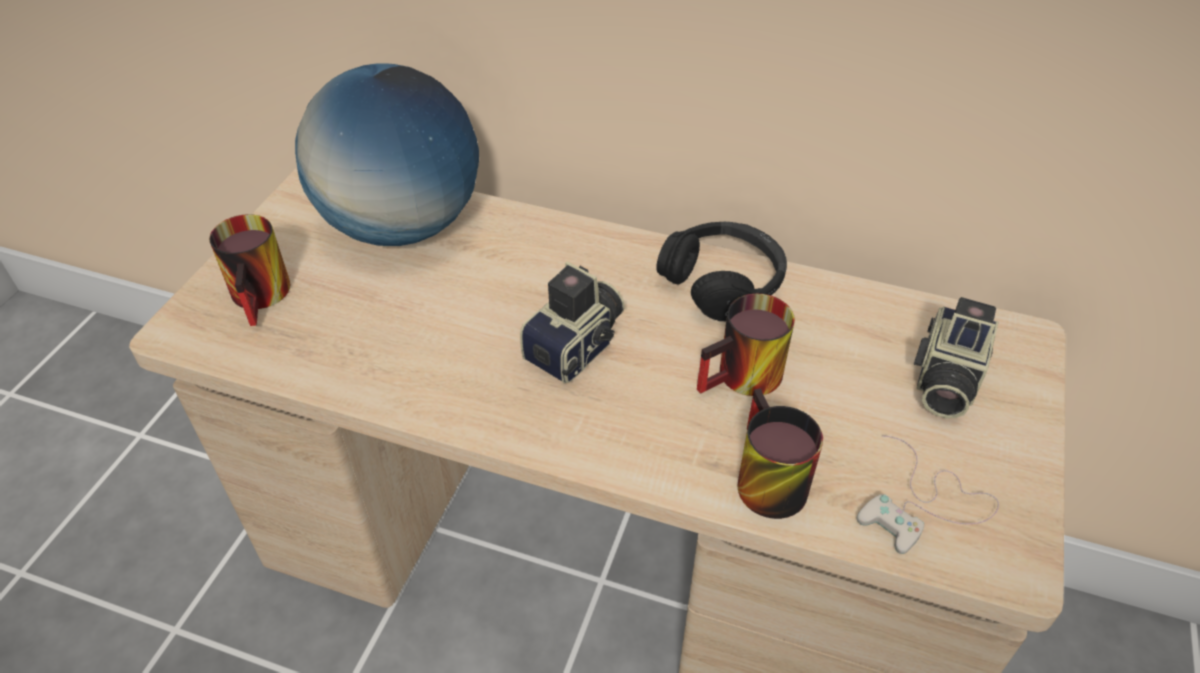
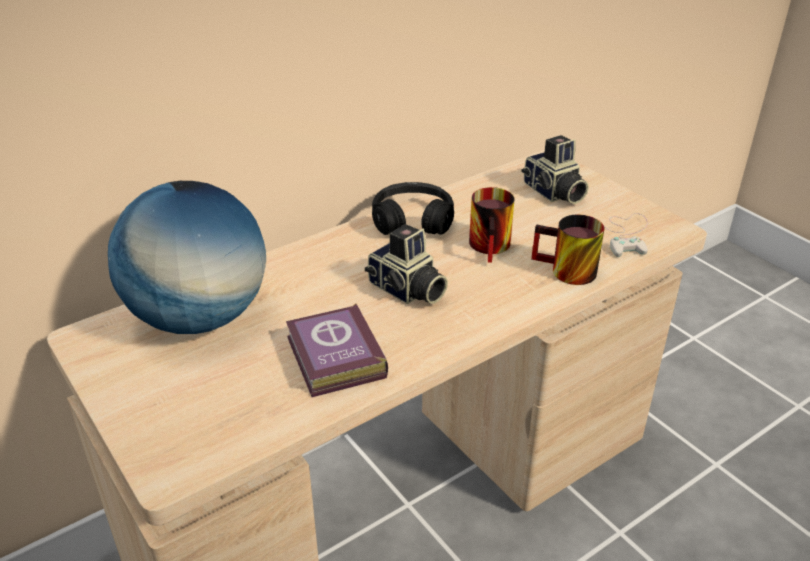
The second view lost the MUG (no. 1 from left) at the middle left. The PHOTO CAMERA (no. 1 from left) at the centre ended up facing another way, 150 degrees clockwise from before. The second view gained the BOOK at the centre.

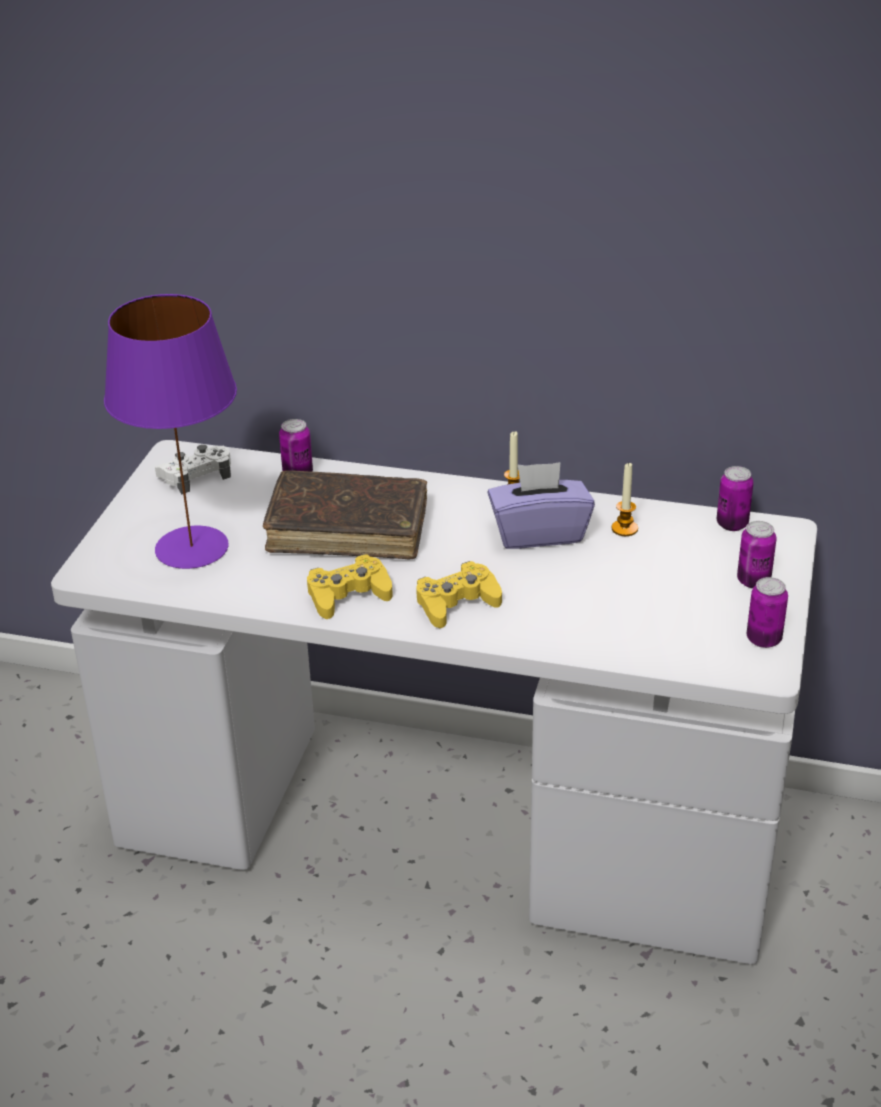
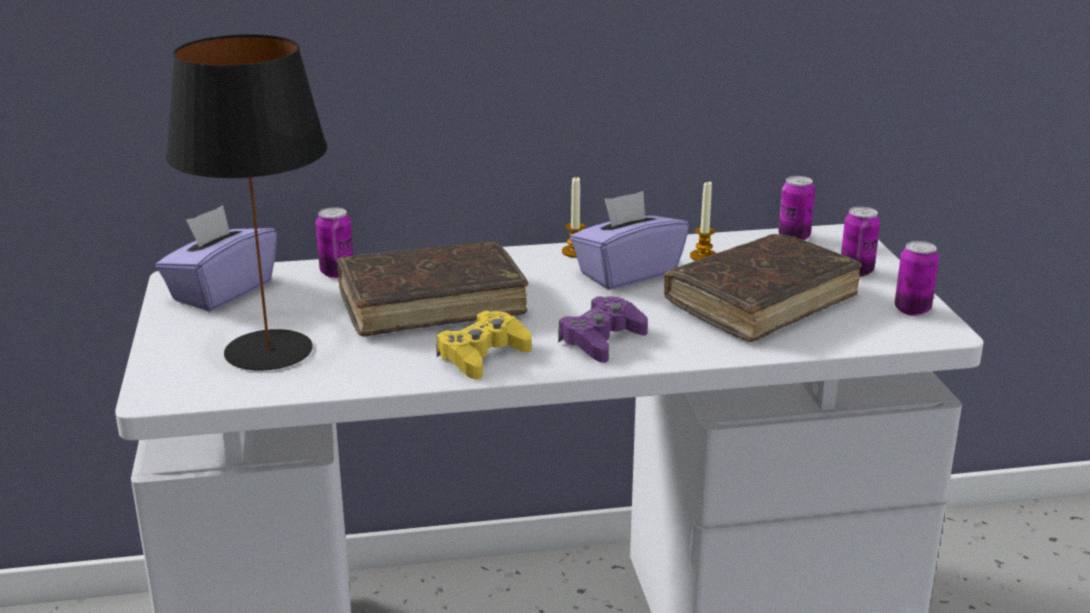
What was the PURPLE TABLE LAMP at the middle left turned into the BLACK TABLE LAMP at the top left. Where the WHITE GAME CONTROLLER stood at the middle left, the PURPLE TISSUE BOX (no. 1 from left) came to stand at the middle left. What was the YELLOW GAME CONTROLLER (no. 2 from left) at the centre turned into the PURPLE GAME CONTROLLER at the centre. The second view gained the BROWN BOOK (no. 2 from left) at the middle right.

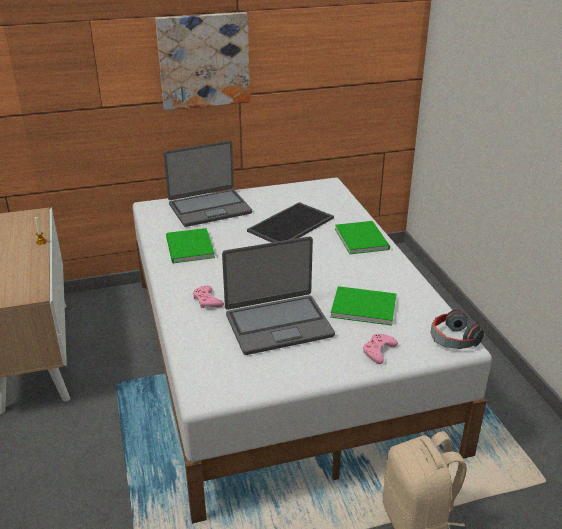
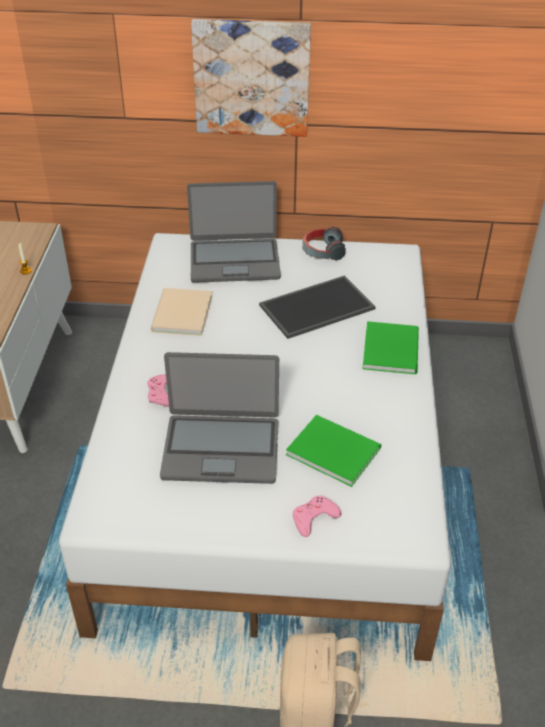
What was the GREEN BOOK (no. 1 from left) at the centre turned into the BEIGE BOOK at the middle left. The HEADPHONES ended up elsewhere, having gone from the middle right to the centre.

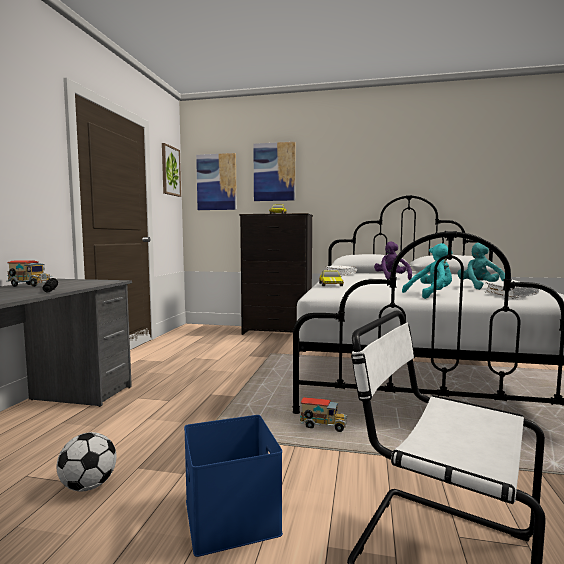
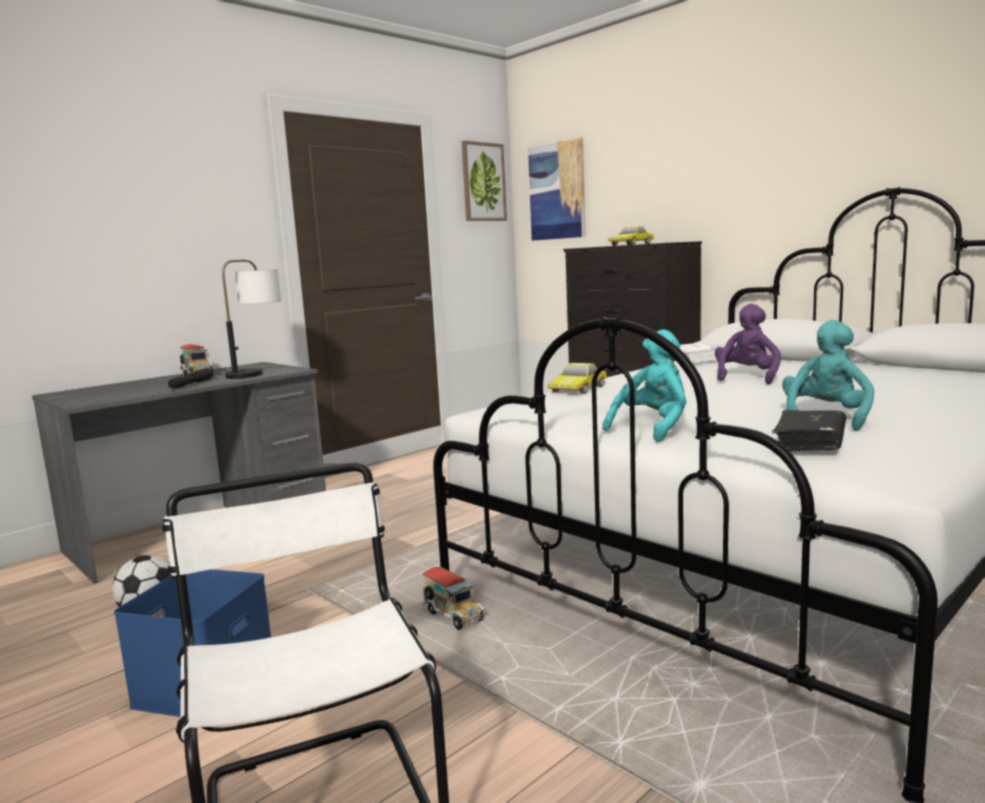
The second view lost the PICTURE (no. 3 from left) at the top centre. The TURQUOISE PLUSH TOY (no. 1 from left) at the middle right ended up facing another way, 60 degrees counterclockwise from before. What was the WHITE BOOK (no. 2 from left) at the middle right turned into the BLACK BOOK at the middle right. The second view gained the TABLE LAMP at the middle left.

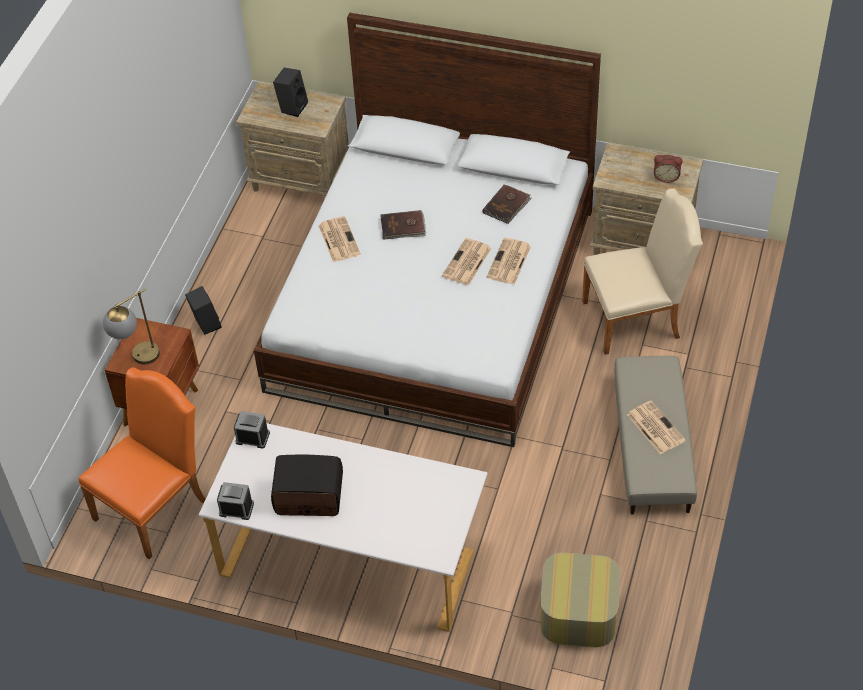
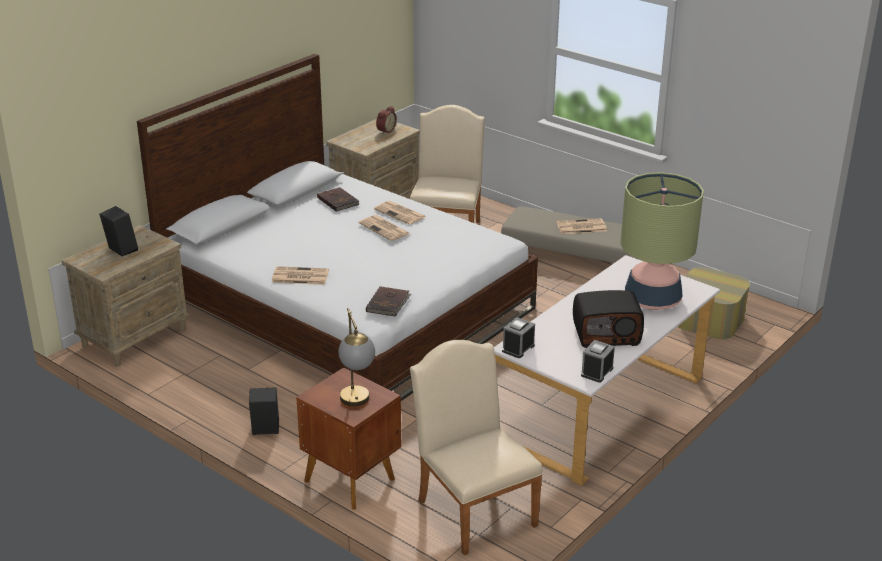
The BROWN BOOK (no. 1 from left in the first image) ended up elsewhere, having gone from the top centre to the centre. What was the ORANGE CHAIR at the bottom left turned into the BEIGE CHAIR (no. 2 from left) at the bottom centre. The RADIO at the bottom centre ended up facing another way, 120 degrees counterclockwise from before. The second view gained the TABLE LAMP (no. 2 from left) at the middle right.

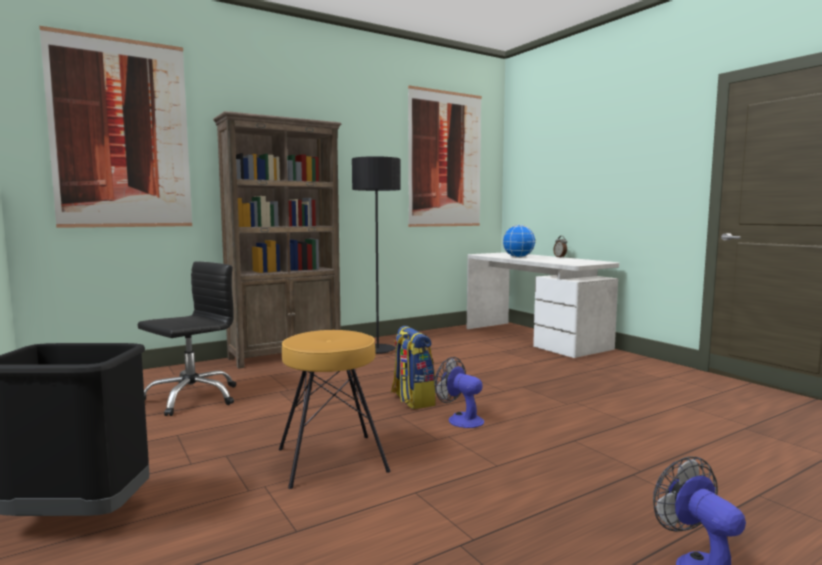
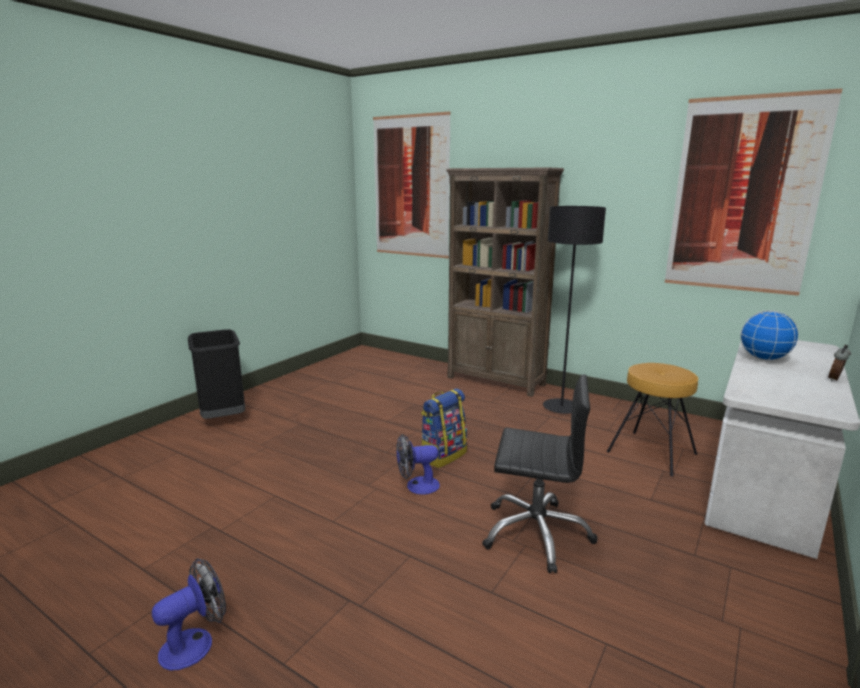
The BLACK OFFICE CHAIR ended up elsewhere, having gone from the middle left to the bottom centre. The BROWN STOOL ended up elsewhere, having gone from the bottom centre to the middle right. The FAN (no. 1 from left in the first image) at the bottom centre ended up facing another way, 120 degrees counterclockwise from before.

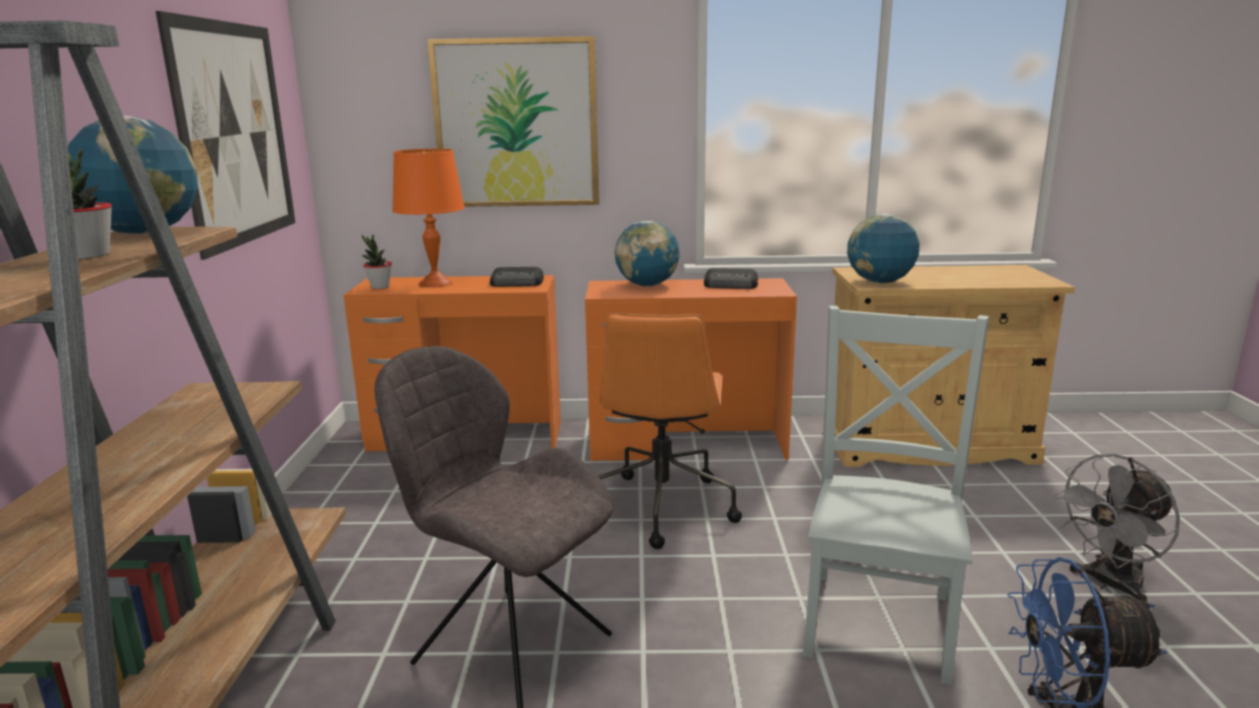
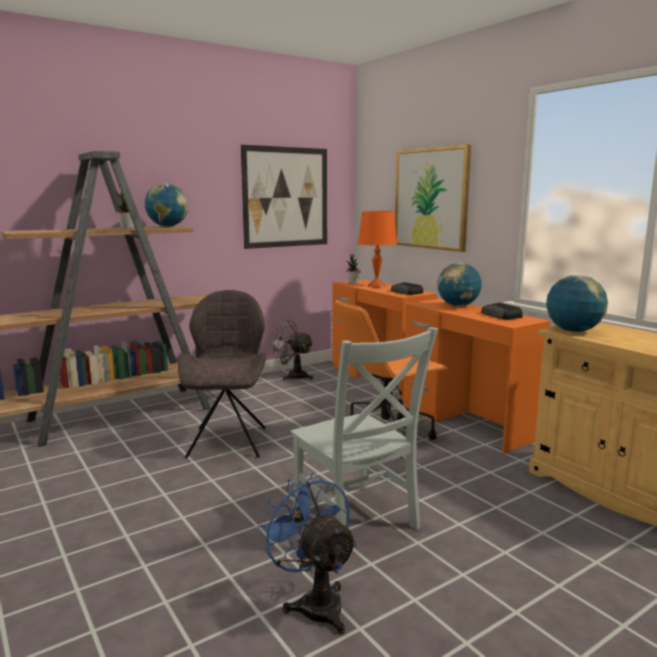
The GREY CHAIR (no. 2 from left) at the bottom right ended up facing another way, 75 degrees clockwise from before. The GREY FAN ended up elsewhere, having gone from the bottom right to the centre.

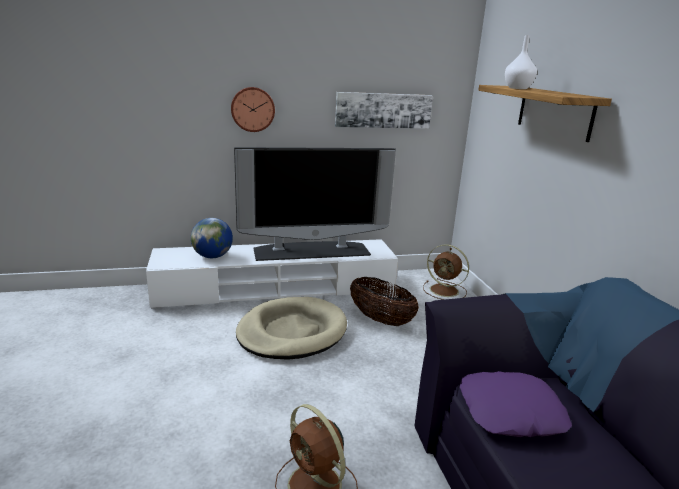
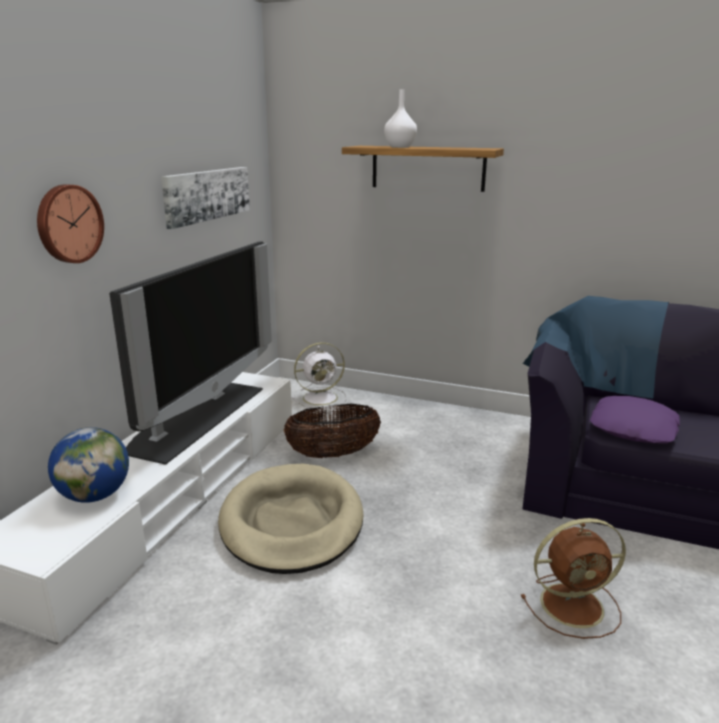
What was the BROWN FAN (no. 2 from left) at the centre turned into the WHITE FAN at the centre.

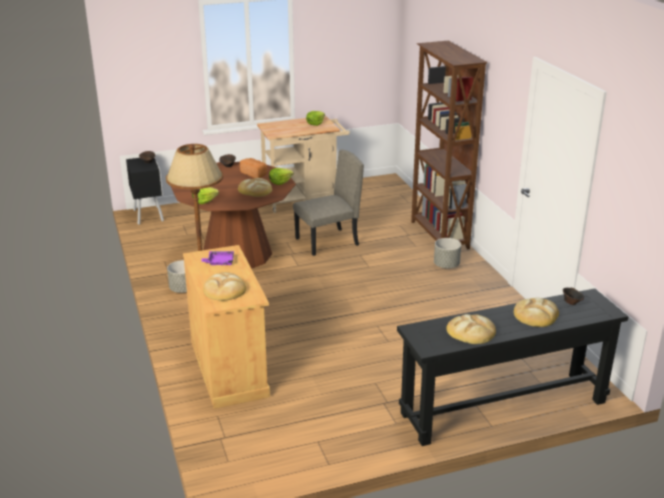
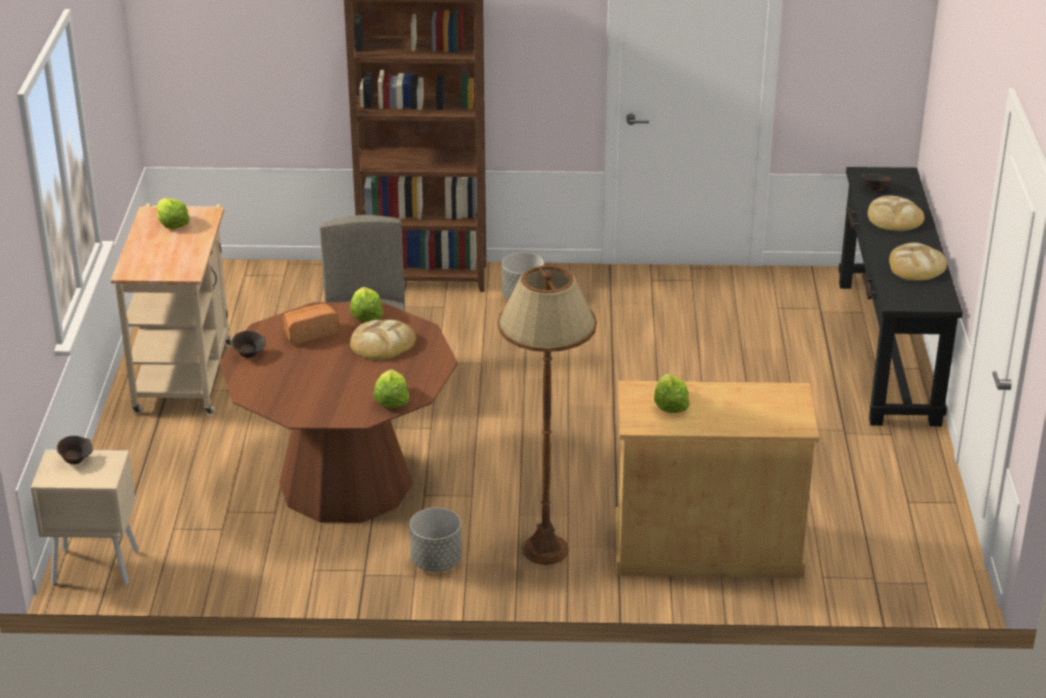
What was the BLACK NIGHTSTAND at the middle left turned into the BEIGE NIGHTSTAND at the bottom left. Where the PURPLE TRAY stood at the middle left, the LETTUCE (no. 4 from left) came to stand at the centre. The second view lost the BREAD (no. 1 from left) at the centre.

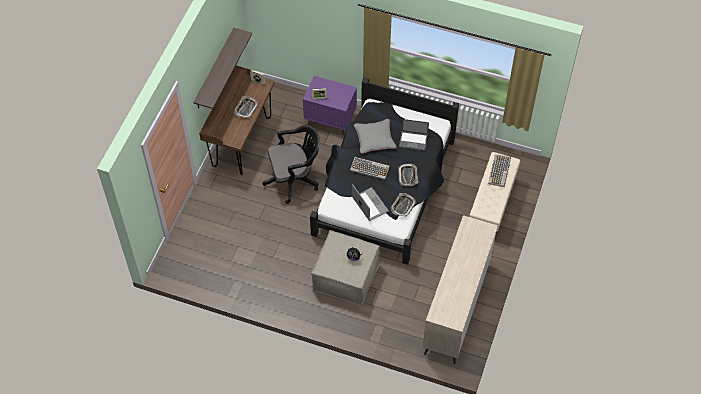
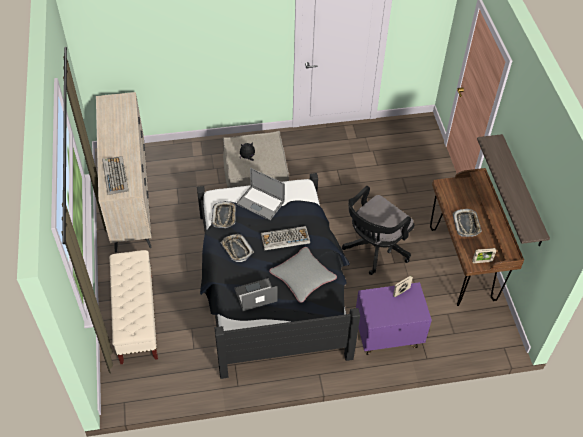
The KEYBOARD (no. 2 from left in the first image) ended up elsewhere, having gone from the middle right to the middle left.

